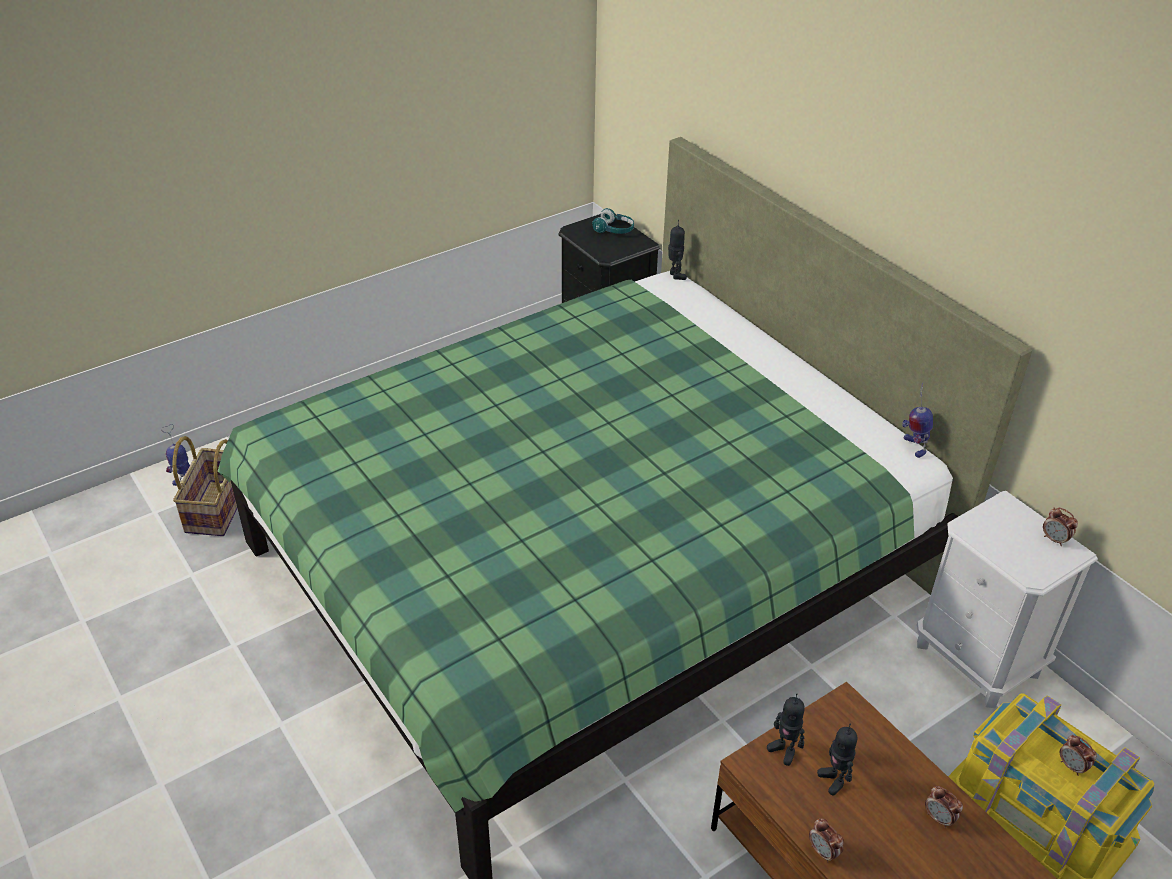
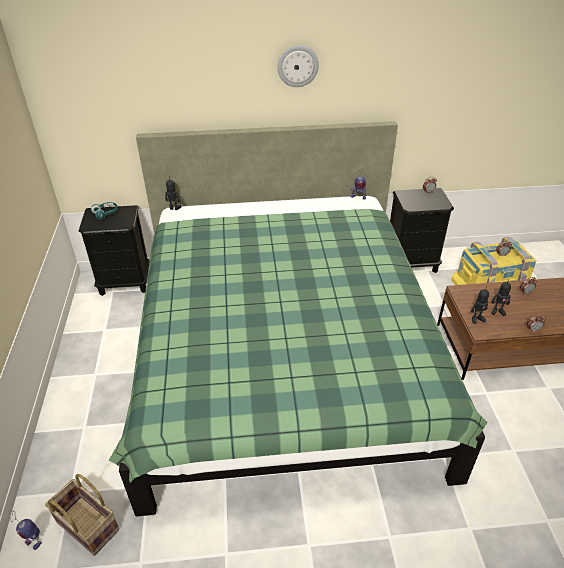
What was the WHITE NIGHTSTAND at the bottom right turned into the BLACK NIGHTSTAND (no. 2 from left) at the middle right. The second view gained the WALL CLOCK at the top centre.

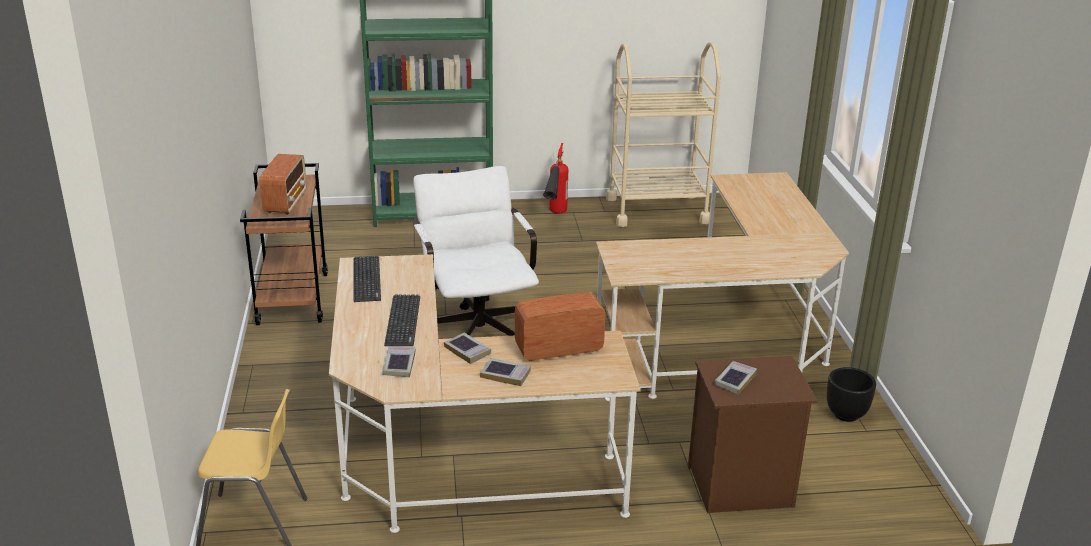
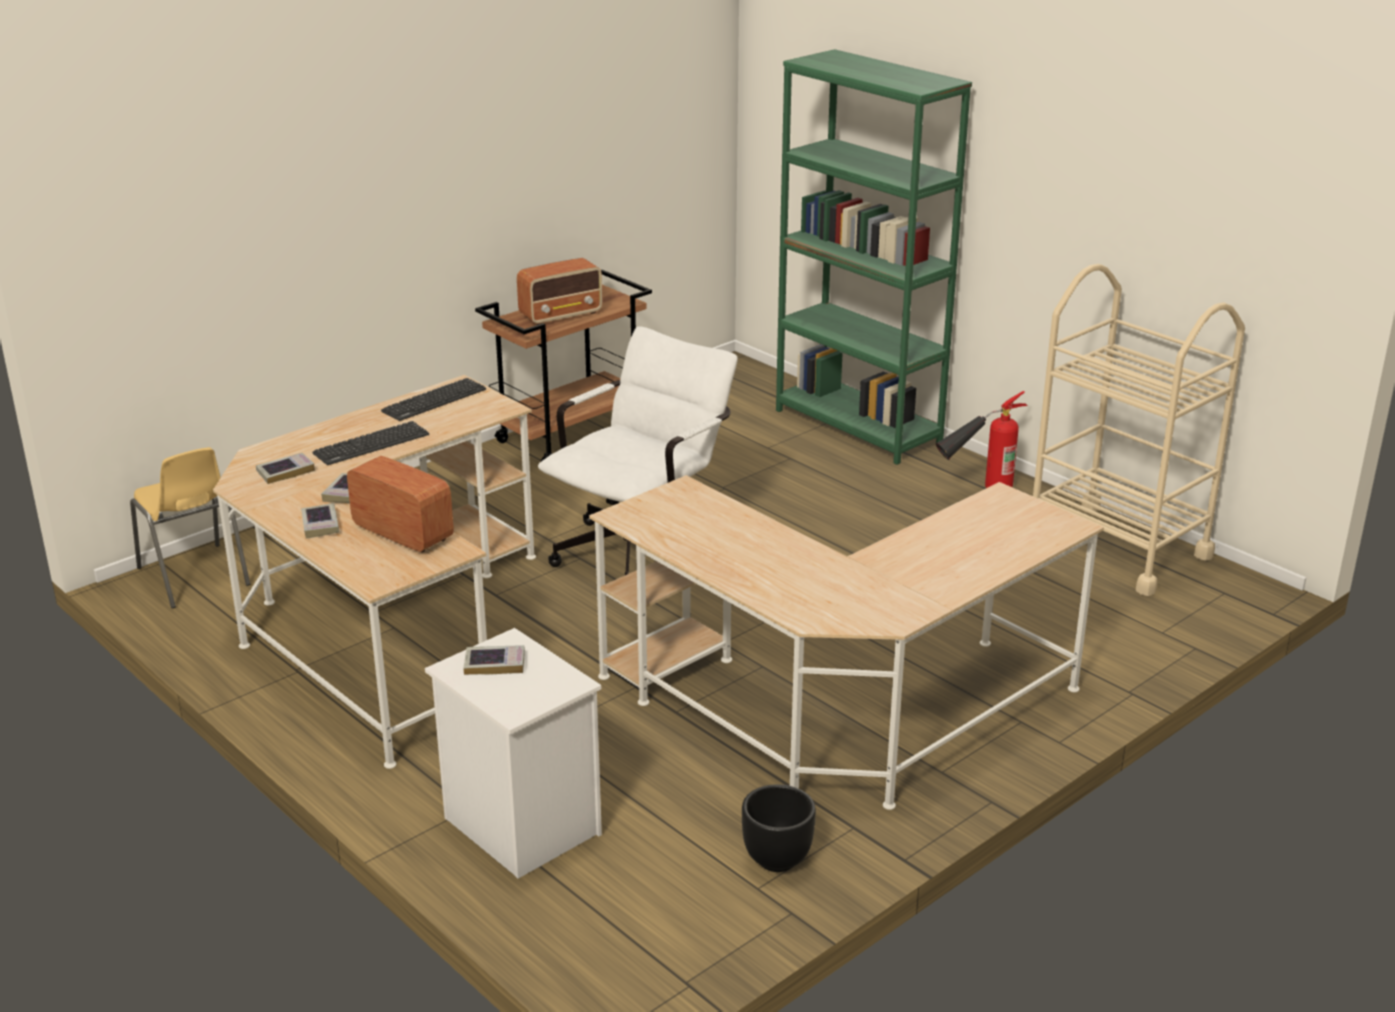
What was the BROWN NIGHTSTAND at the bottom right turned into the WHITE NIGHTSTAND at the bottom centre.

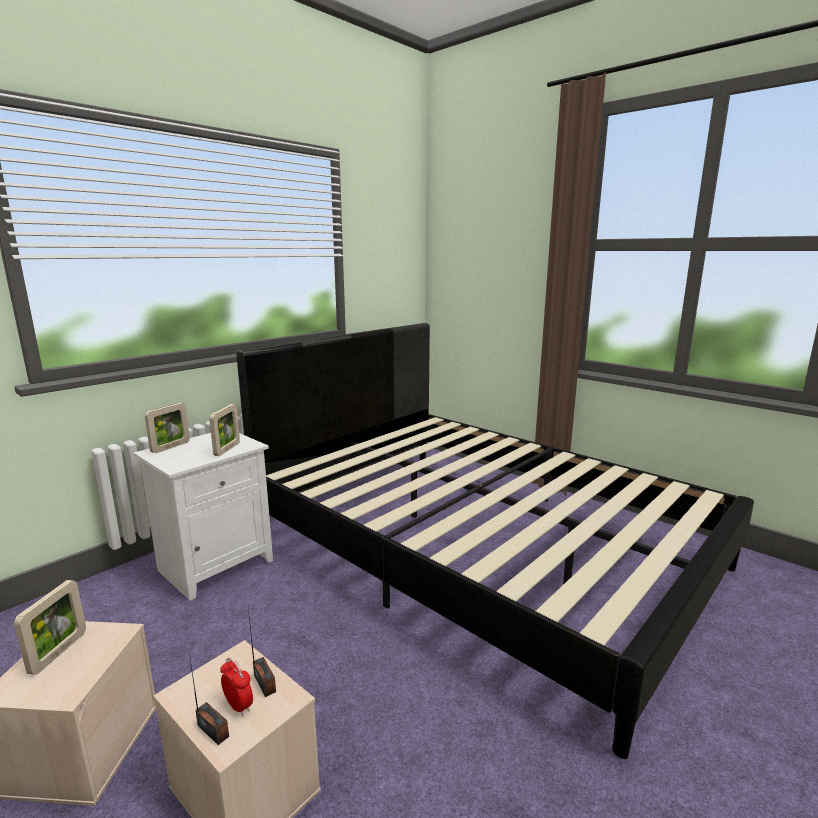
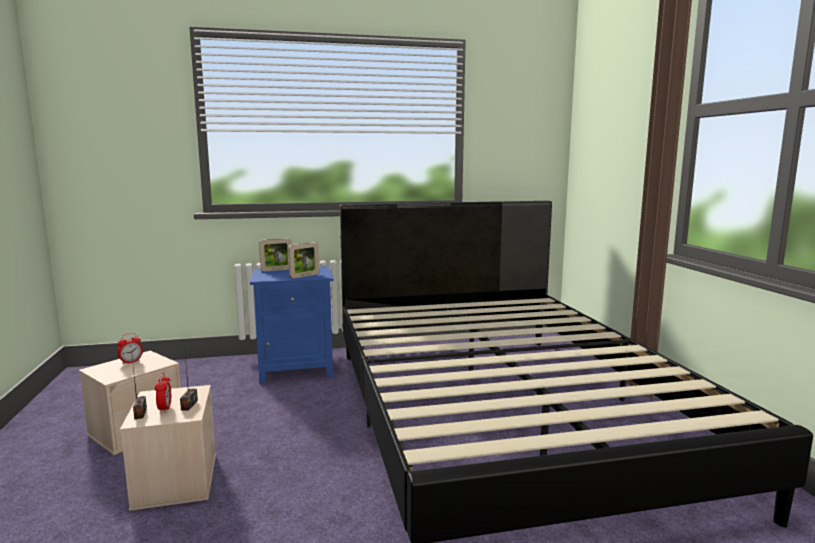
What was the WHITE NIGHTSTAND at the middle left turned into the BLUE NIGHTSTAND at the centre. Where the PICTURE FRAME (no. 1 from left) stood at the bottom left, the ALARM CLOCK (no. 1 from left) came to stand at the middle left.

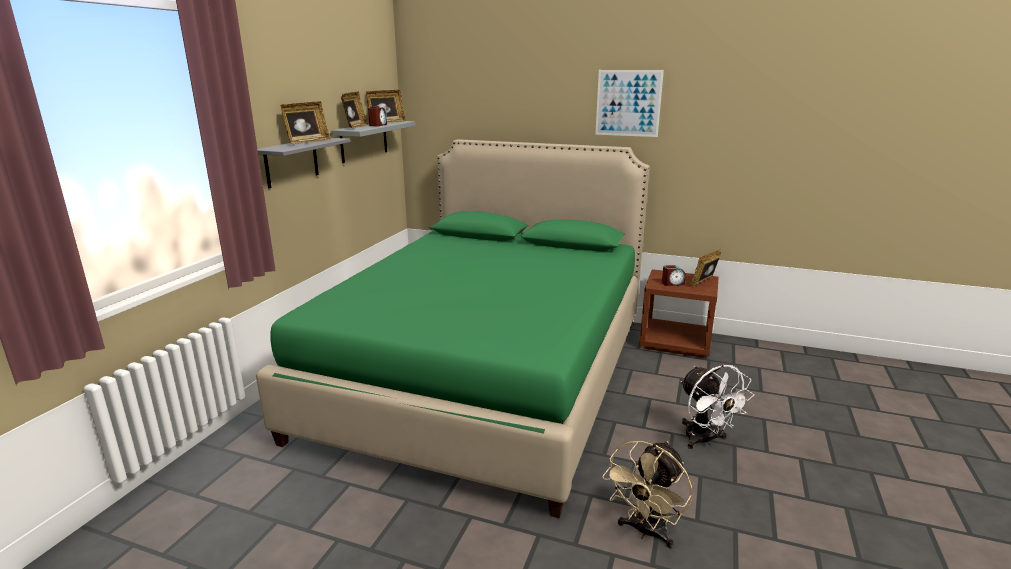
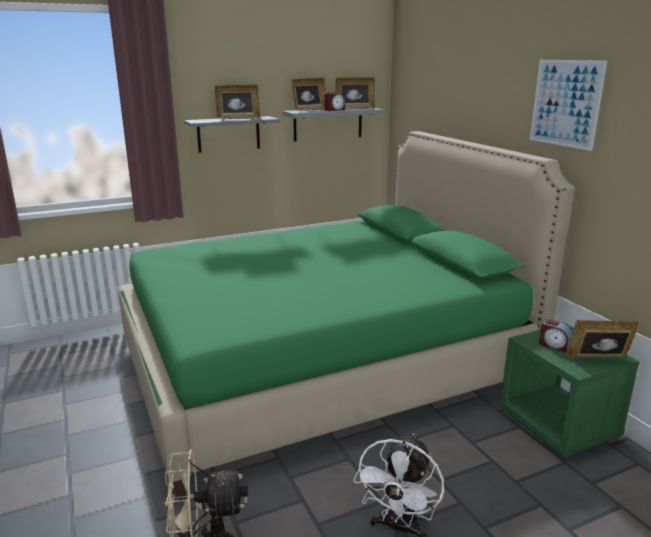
What was the BROWN NIGHTSTAND at the middle right turned into the GREEN NIGHTSTAND at the bottom right.

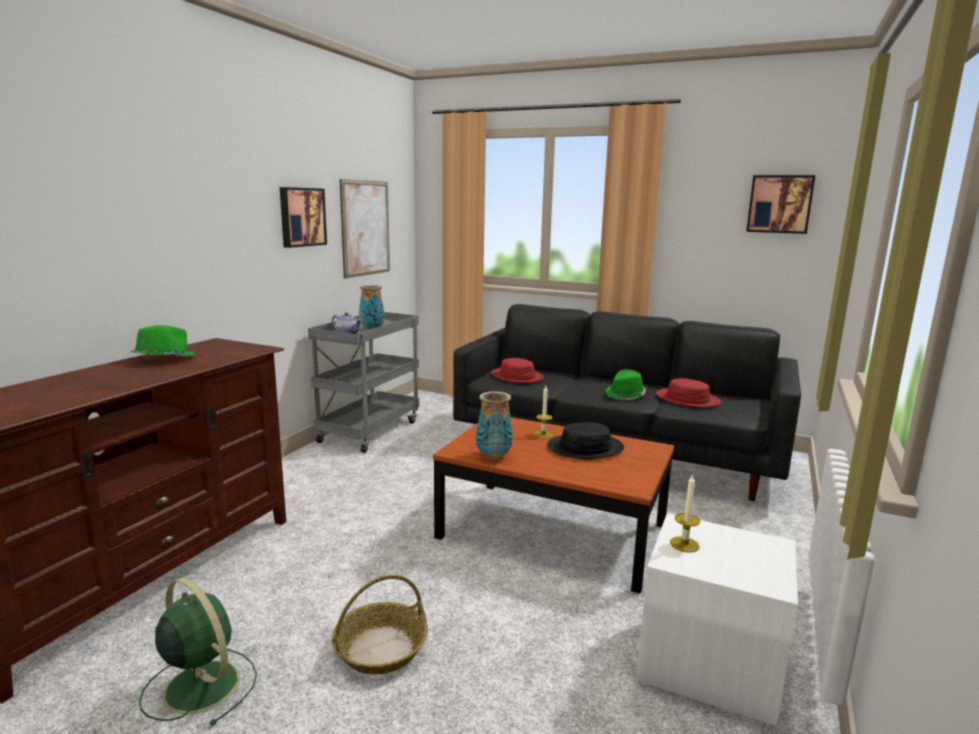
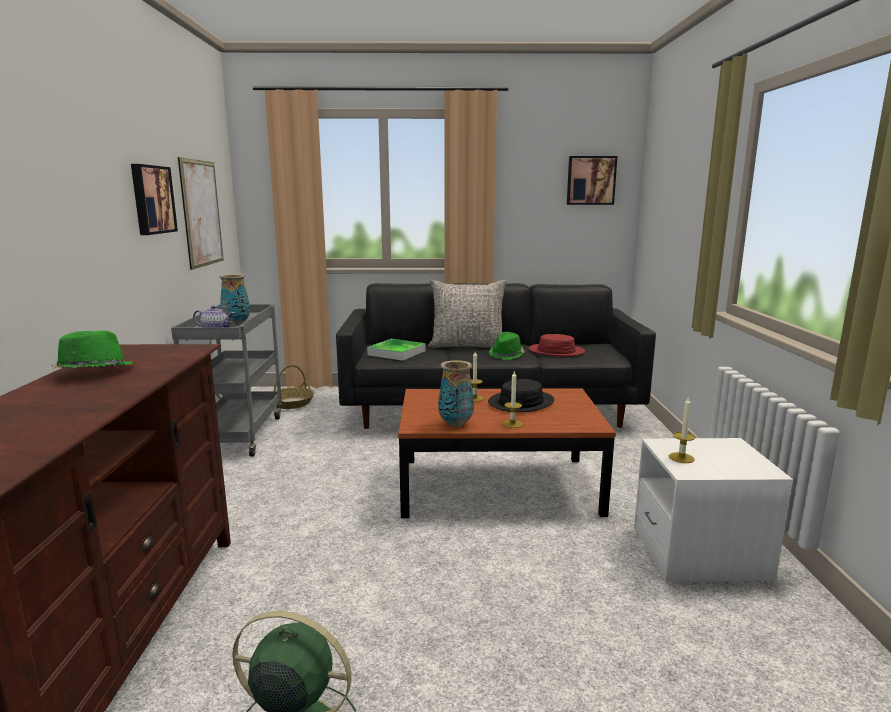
Where the RED HAT (no. 1 from left) stood at the centre, the TRAY came to stand at the centre. The BASKET ended up elsewhere, having gone from the bottom centre to the middle left. The second view gained the GREY PILLOW at the centre. The second view gained the CANDLE (no. 2 from left) at the centre.

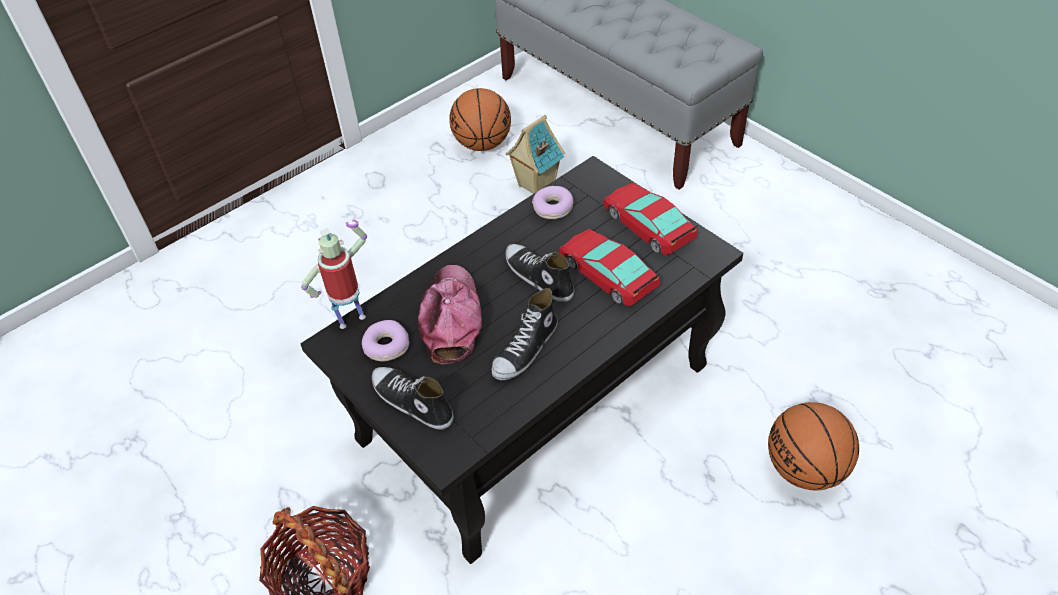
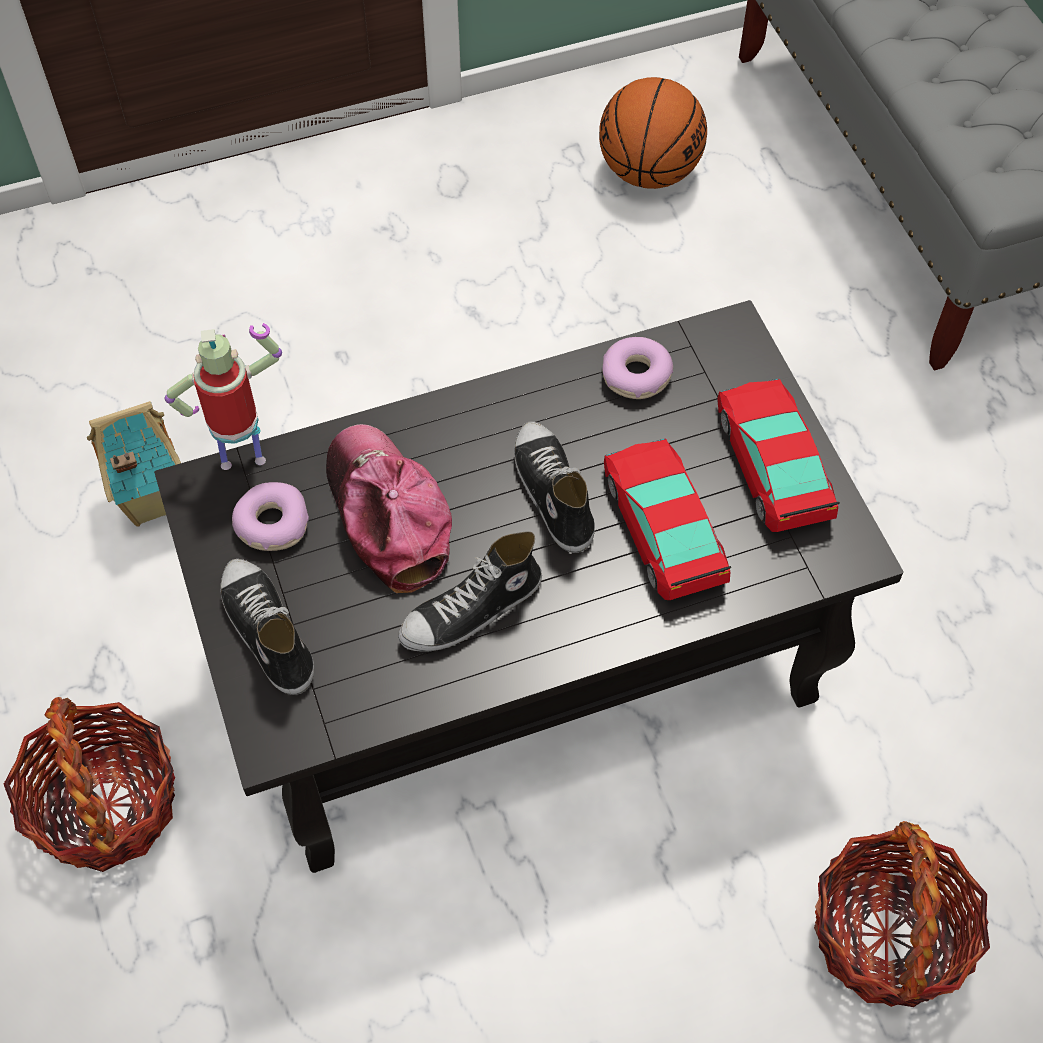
The TOY HOUSE ended up elsewhere, having gone from the top centre to the middle left. The CAP at the centre ended up facing another way, 45 degrees counterclockwise from before. Where the BASKETBALL (no. 2 from left) stood at the bottom right, the BASKET (no. 2 from left) came to stand at the bottom right.

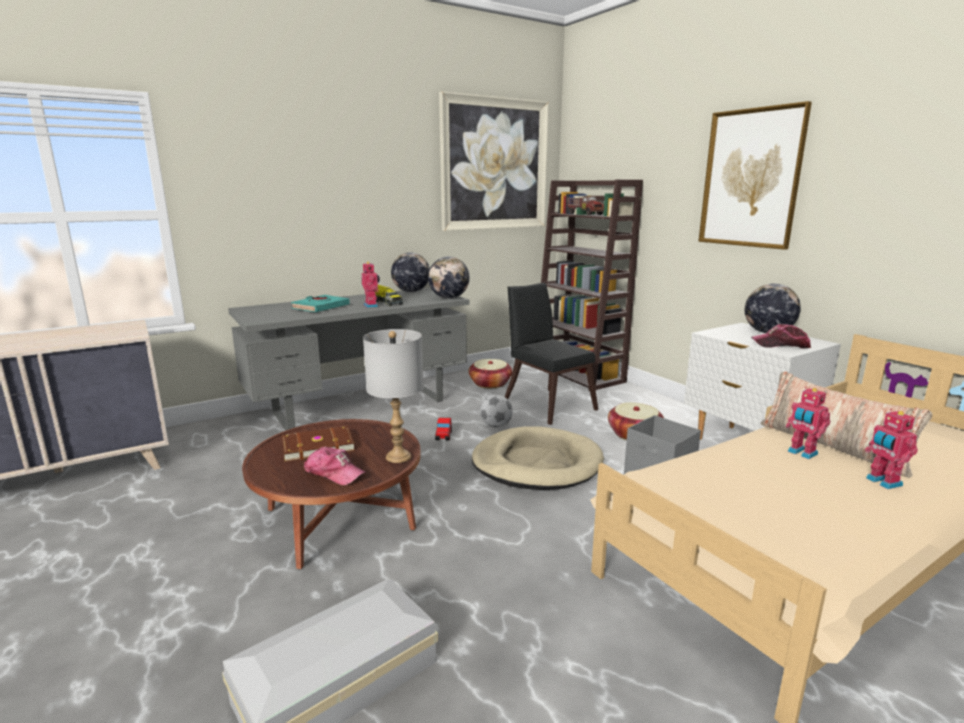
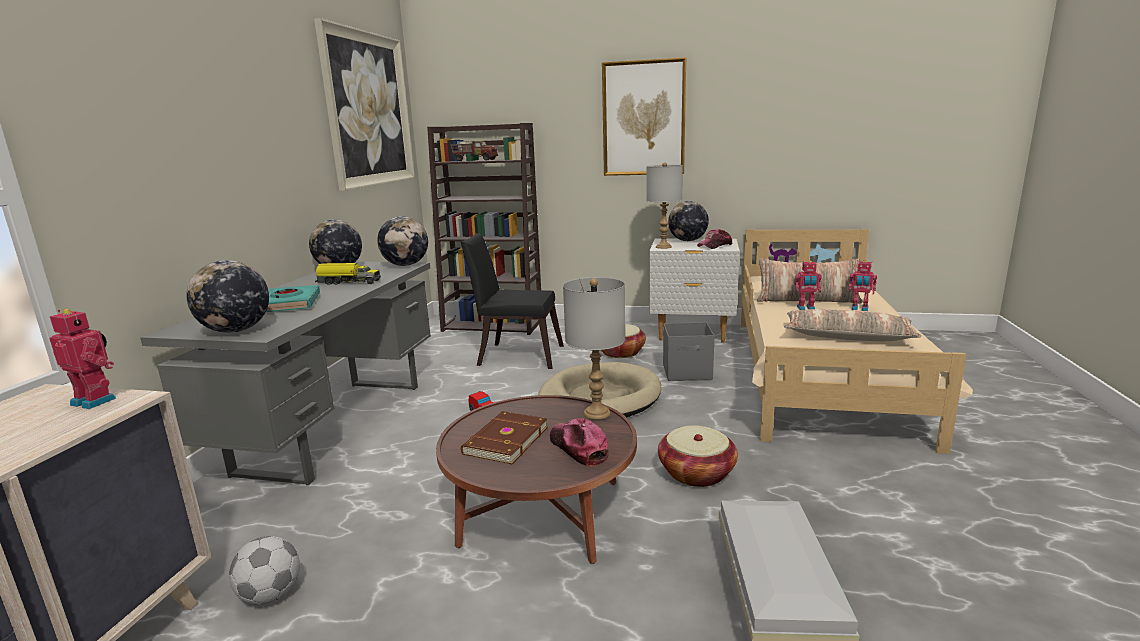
The TOY ROBOT (no. 1 from left) ended up elsewhere, having gone from the centre to the middle left. The BASKET (no. 1 from left in the first image) ended up elsewhere, having gone from the centre to the bottom centre. The FOOTBALL ended up elsewhere, having gone from the centre to the bottom left. The CAP (no. 1 from left) at the centre ended up facing another way, 105 degrees counterclockwise from before. The second view gained the GREY TABLE LAMP (no. 2 from left) at the top centre. The second view gained the GLOBE (no. 1 from left) at the middle left. The second view gained the PILLOW (no. 2 from left) at the middle right.

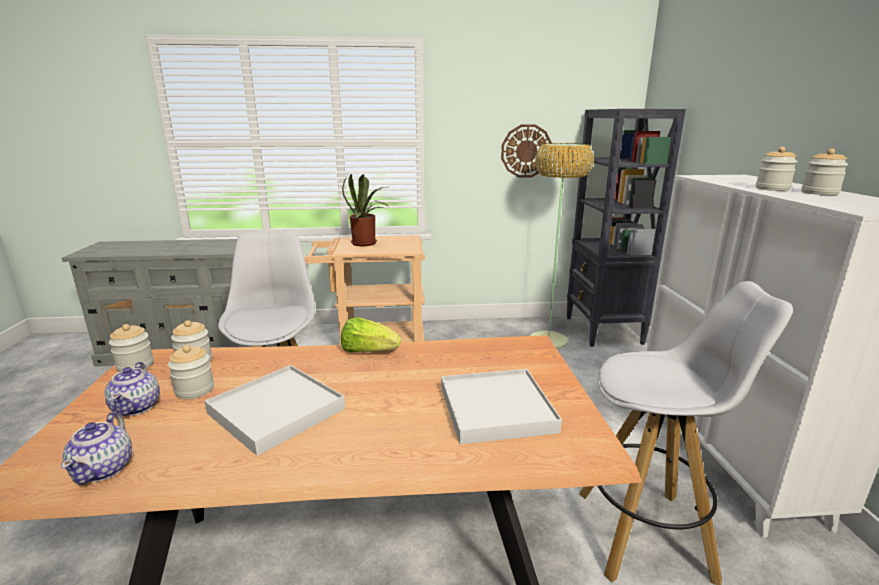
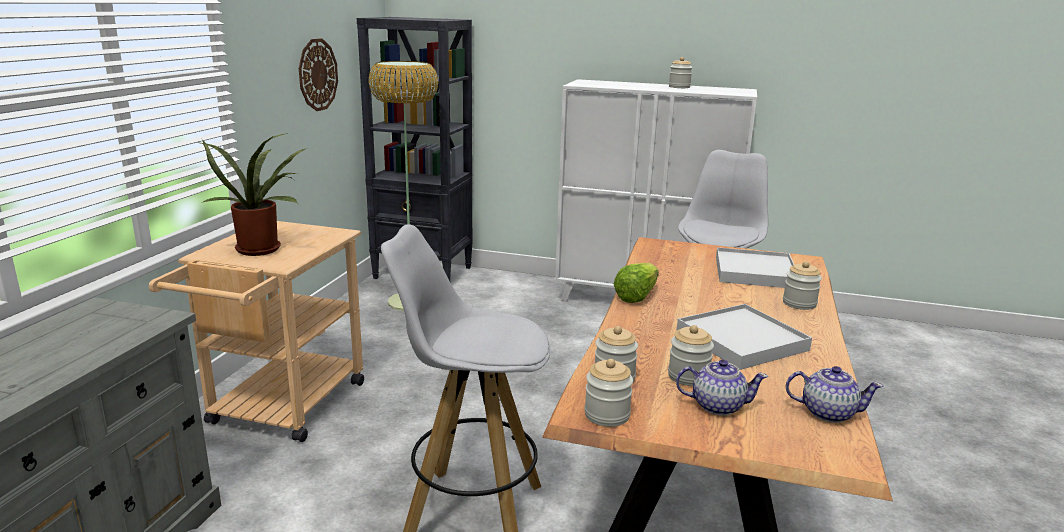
The JAR (no. 4 from left in the first image) ended up elsewhere, having gone from the top right to the middle right.

